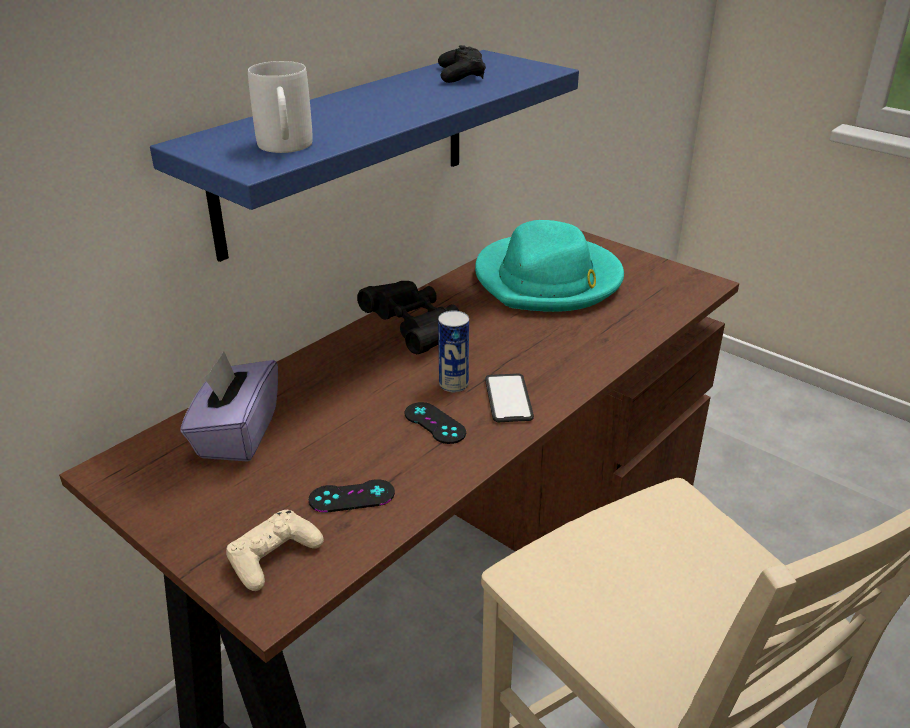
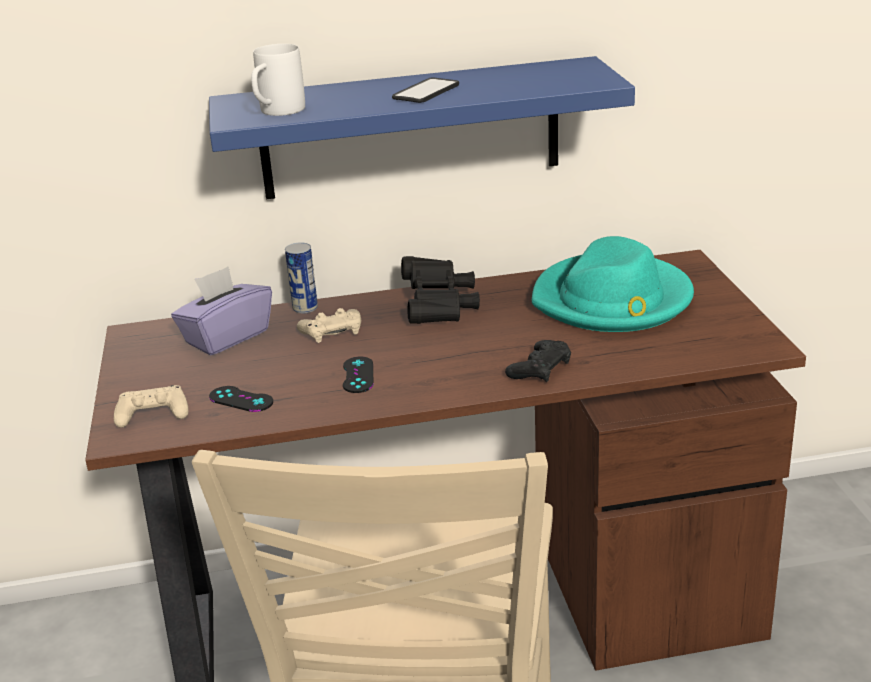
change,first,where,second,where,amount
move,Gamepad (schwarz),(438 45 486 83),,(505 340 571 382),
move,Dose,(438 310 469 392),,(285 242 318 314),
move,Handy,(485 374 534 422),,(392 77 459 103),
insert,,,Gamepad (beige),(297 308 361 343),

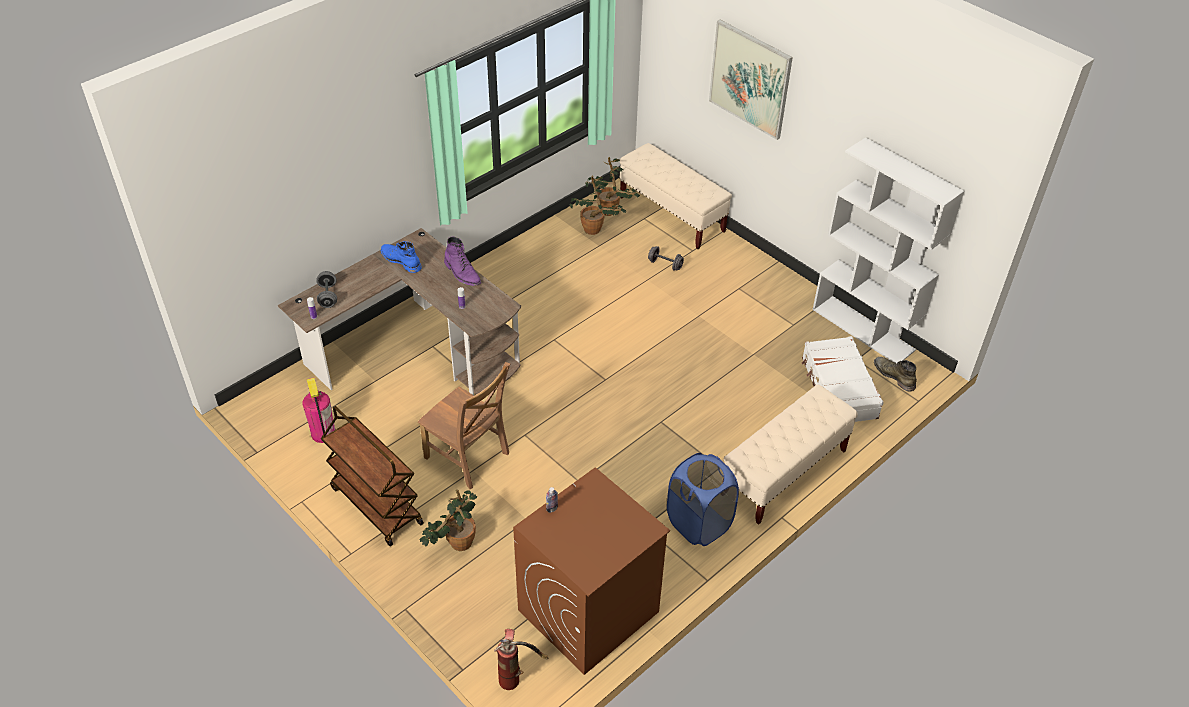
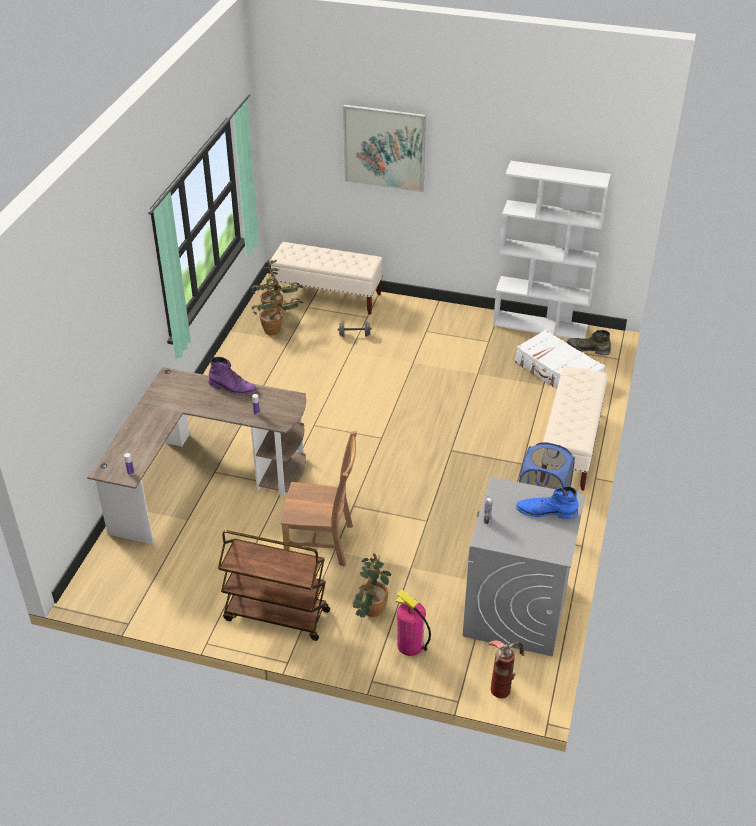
change,first,where,second,where,amount
move,Stiefel (blau),(381 241 422 273),,(516 486 578 519),
delete,Hantel (grau),(316 271 337 308),,,
move,Feuerlöscher,(302 378 336 443),,(395 590 431 656),
recolor,Waschmaschine (braun),(513 467 670 675),Waschmaschine (grau),(463 477 585 657),

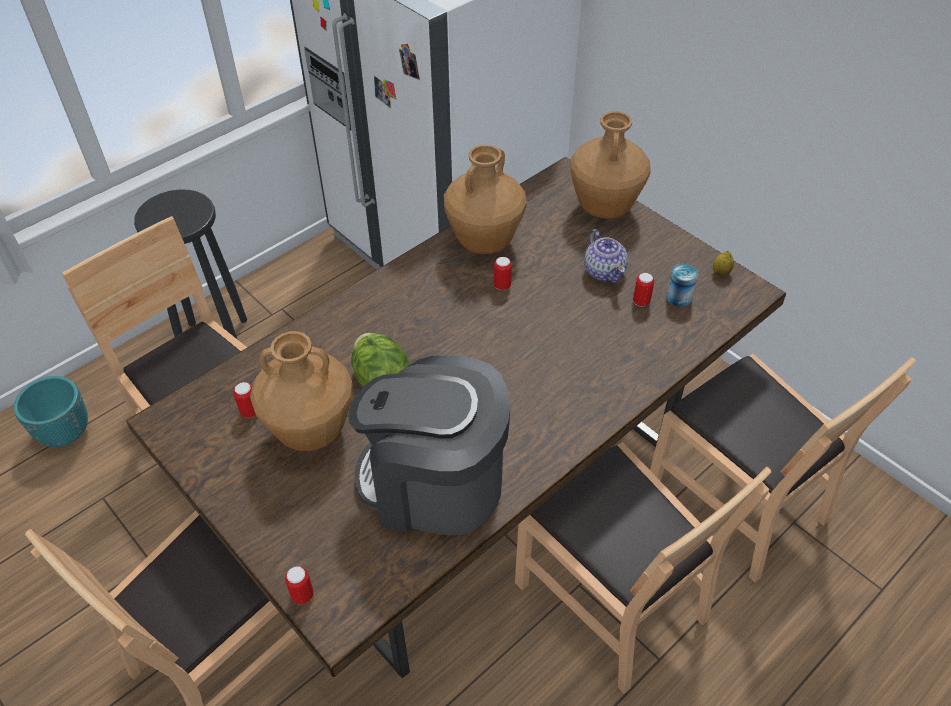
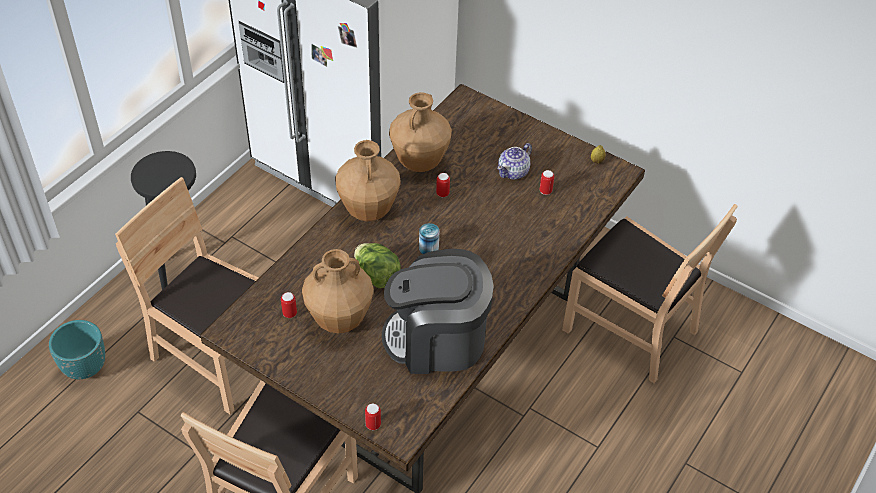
change,first,where,second,where,amount
move,Vase (braun),(571 111 651 219),,(335 140 401 221),
rotate,Teekanne,(584 229 628 283),,(497 143 532 180),75 degrees clockwise
move,Dose,(666 264 698 307),,(419 223 439 254),
delete,Stuhl (braun),(515 442 771 694),,,

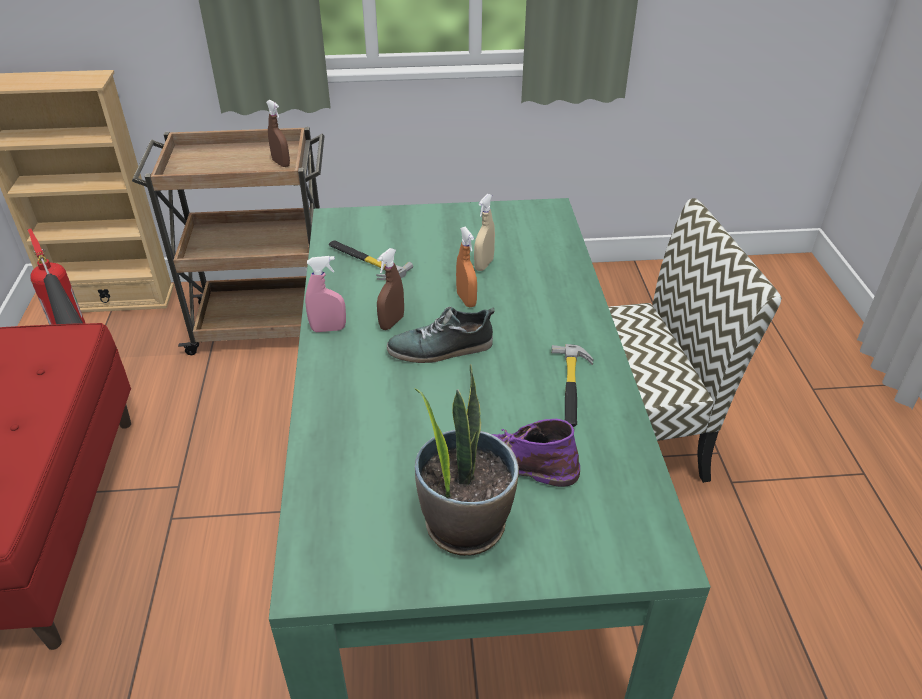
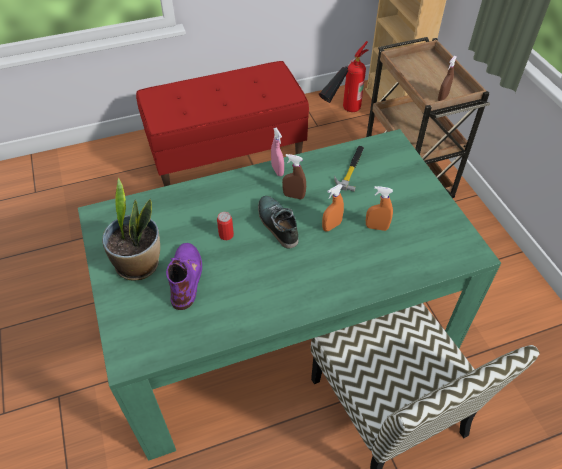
change,first,where,second,where,amount
recolor,Sprühflasche (beige),(474 194 495 271),Sprühflasche (orange),(366 186 393 231),
delete,Hammer,(551 344 594 427),,,
insert,,,Dose,(217 212 234 240),

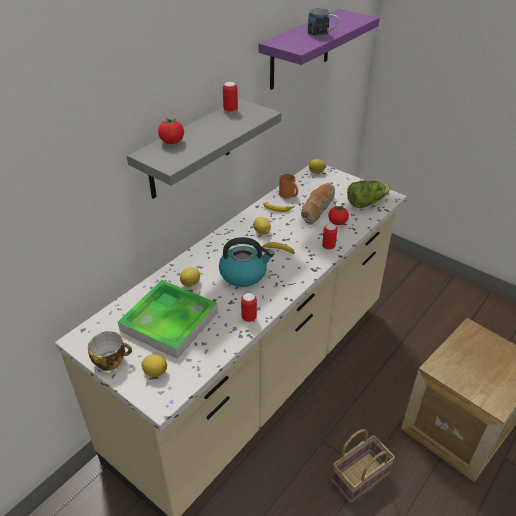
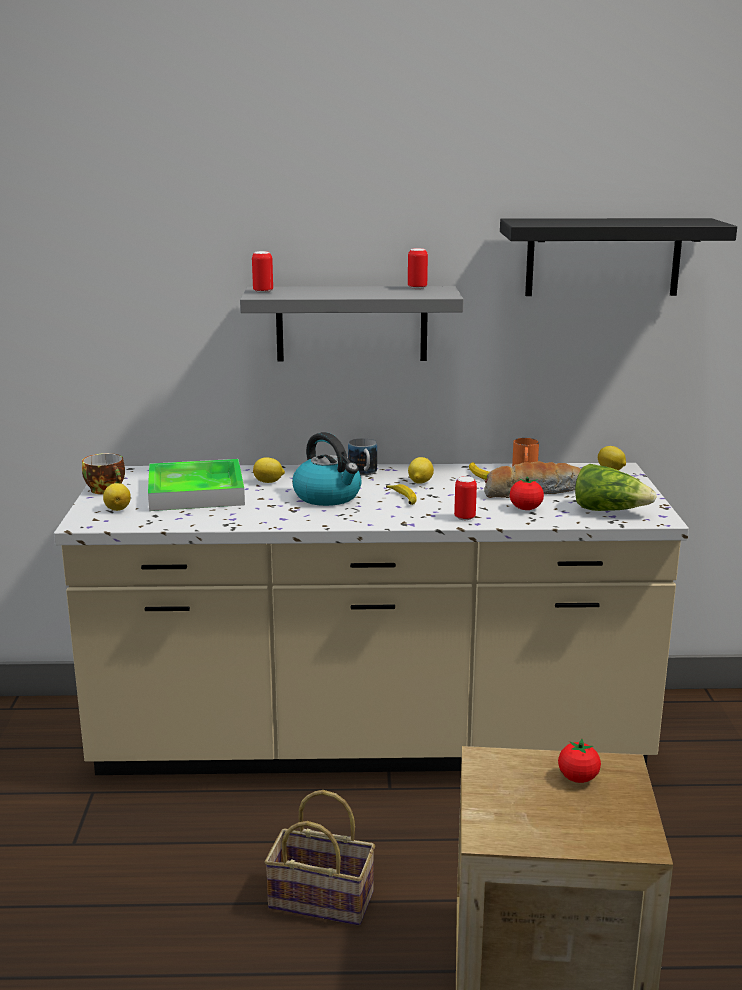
change,first,where,second,where,amount
move,Henkelbecher,(308 8 338 37),,(348 438 377 475),
recolor,Wandregal (lila),(258 9 380 90),Wandregal (schwarz),(500 218 737 296),
move,Tomate,(158 118 184 144),,(558 739 601 783),
move,Dose,(241 293 257 322),,(252 251 273 293),

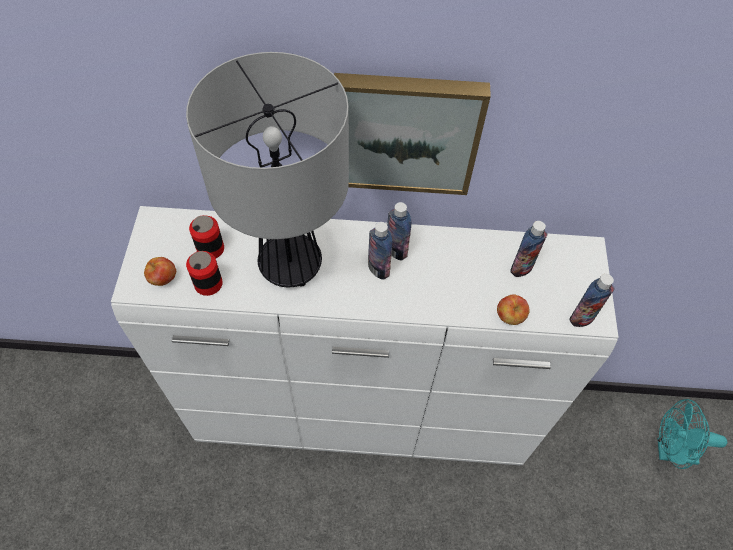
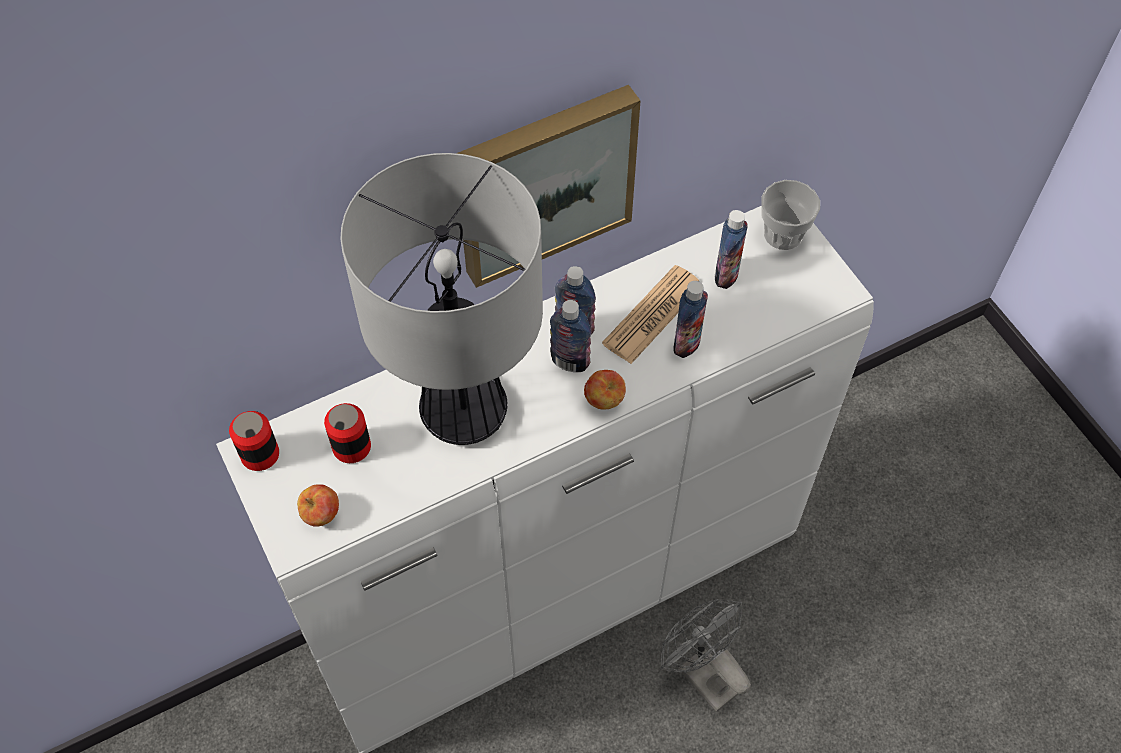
change,first,where,second,where,amount
move,Dose,(186 251 223 296),,(229 411 279 471),
move,Flasche,(569 274 614 327),,(674 281 708 358),
move,Apfel,(497 294 530 325),,(584 370 626 410),
delete,Ventilator (türkis),(657 399 727 469),,,
insert,,,Tasse,(761 180 820 250),
insert,,,Zeitung,(602 265 699 364),
insert,,,Ventilator (grau),(660 599 751 712),

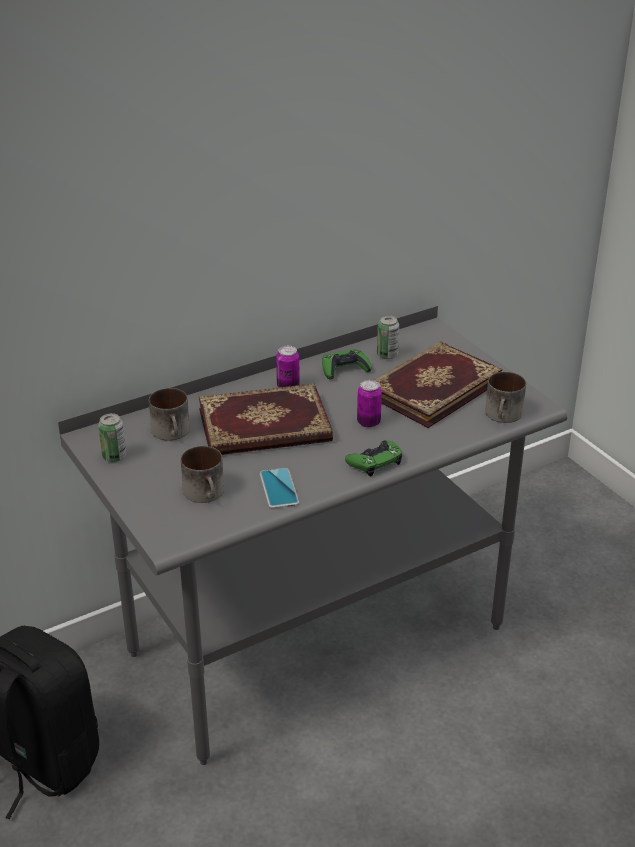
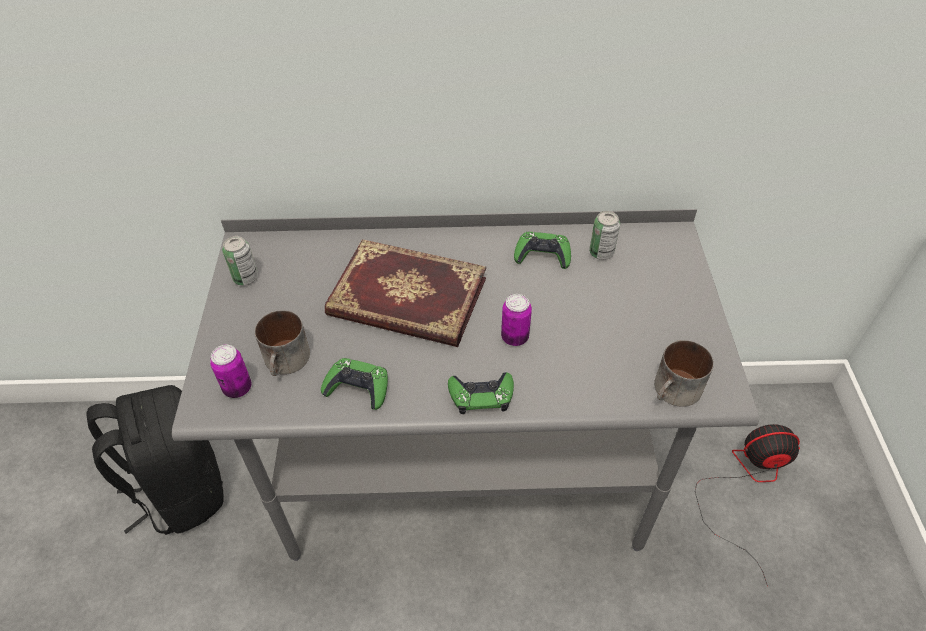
change,first,where,second,where,amount
delete,Buch,(374 342 502 428),,,
move,Dose,(276 346 300 388),,(210 345 252 398),
delete,Henkelbecher,(149 388 190 441),,,
replace,Handy,(260 468 299 508),Gamepad (grün),(321 358 388 410),
insert,,,Ventilator,(695 424 800 586),

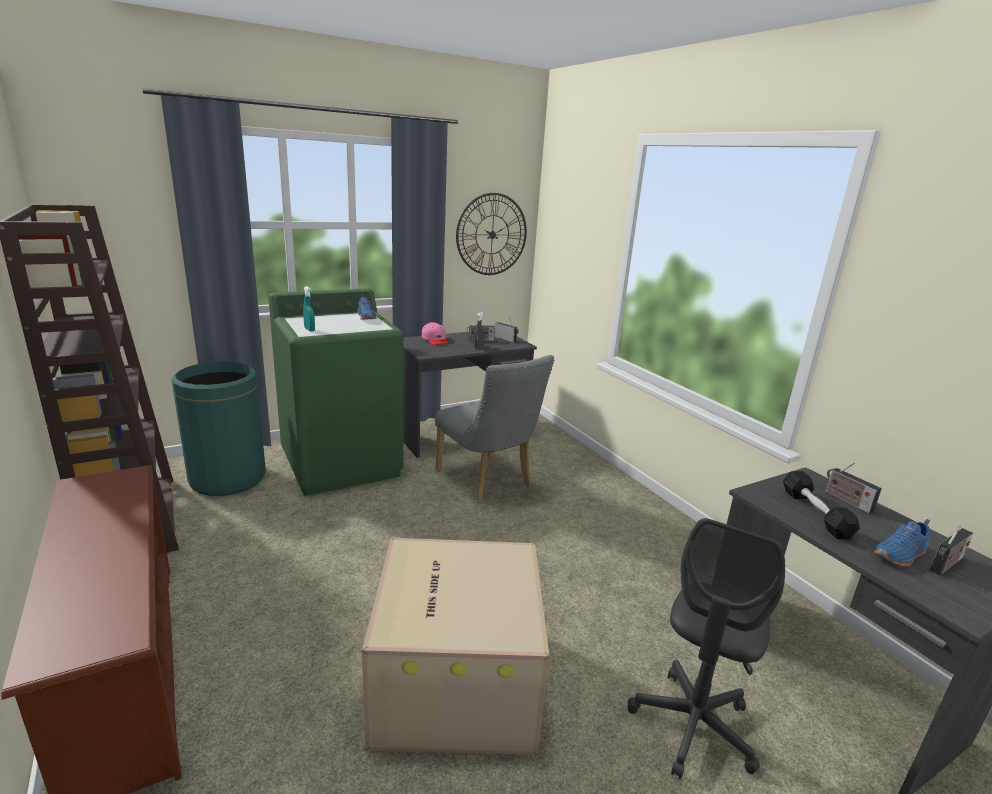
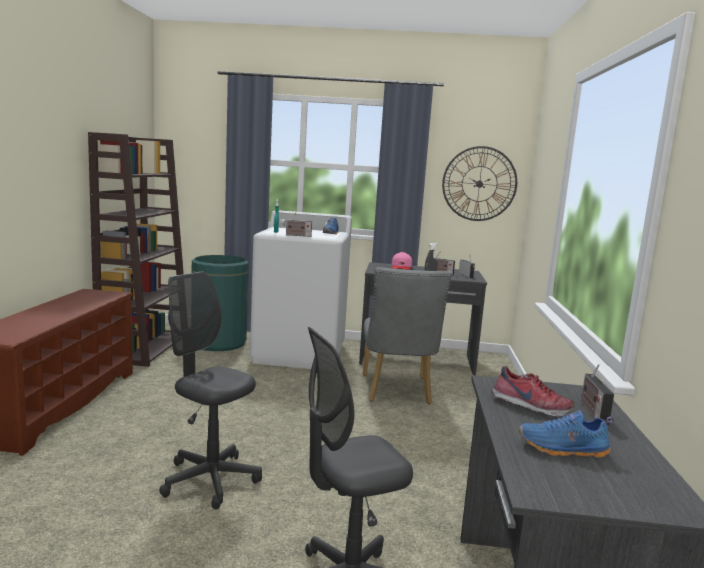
change,first,where,second,where,amount
recolor,Waschmaschine (grün),(268 288 403 496),Waschmaschine (weiß),(250 210 352 369),
replace,Hantel (schwarz),(783 471 860 539),Schuh,(492 366 575 417),
move,Radio,(930 525 973 575),,(284 213 312 237),
replace,Karton,(362 538 550 755),Bürostuhl (grau),(159 272 262 510),

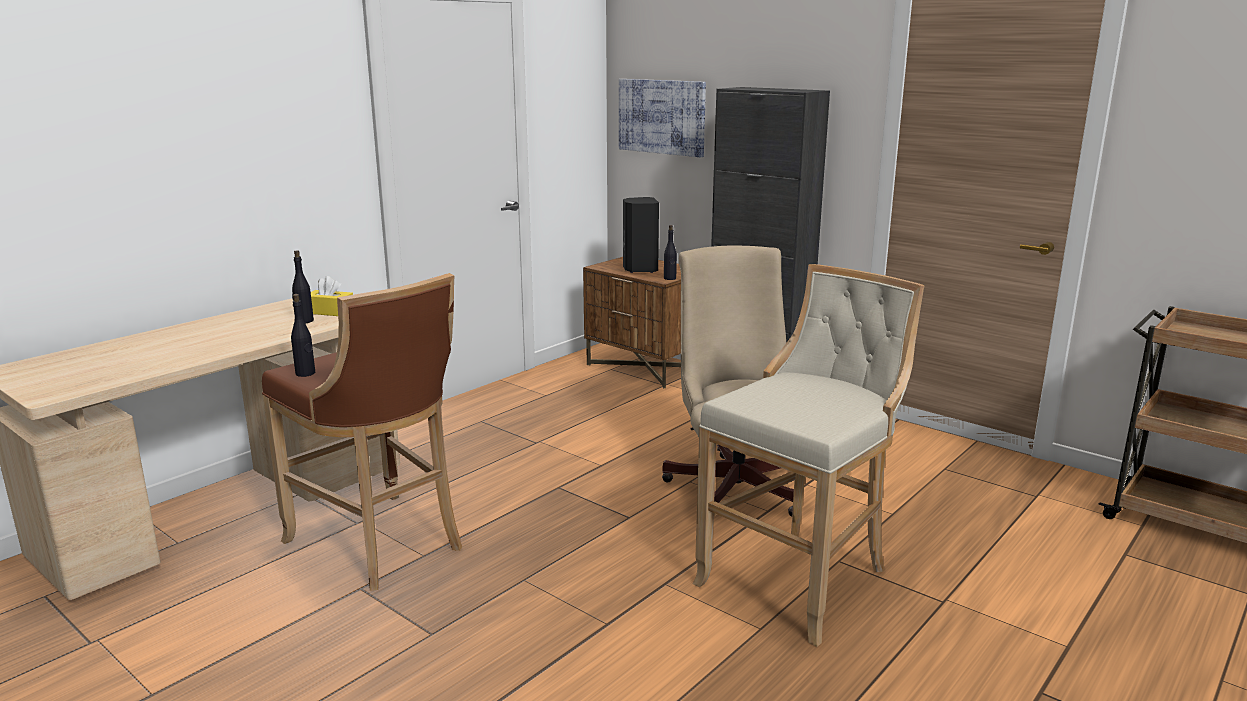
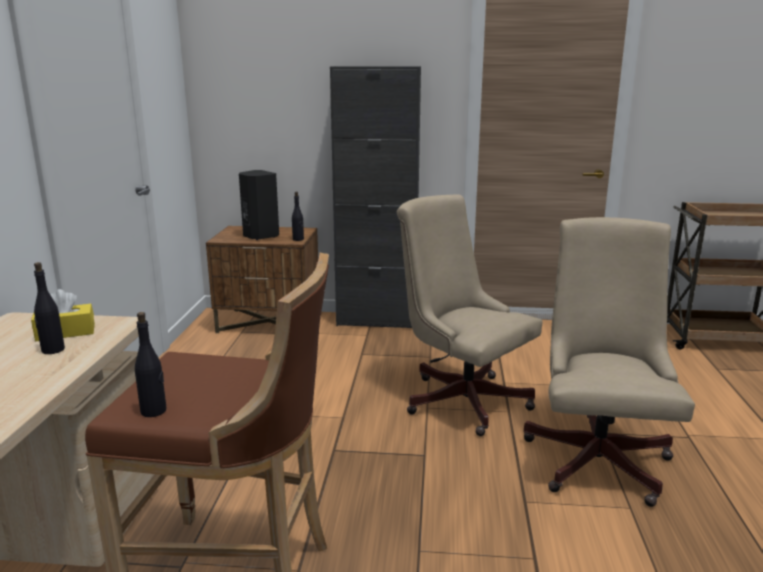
change,first,where,second,where,amount
delete,Bild,(619 79 706 157),,,
replace,Hocker (beige),(693 264 925 647),Bürostuhl (beige),(524 217 695 507),

